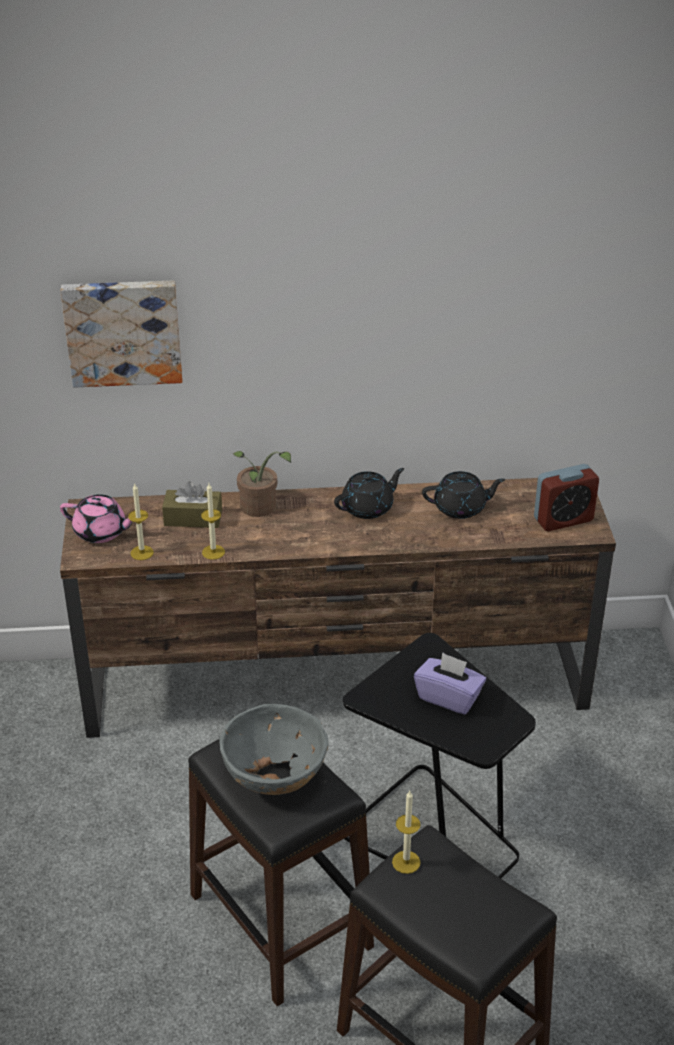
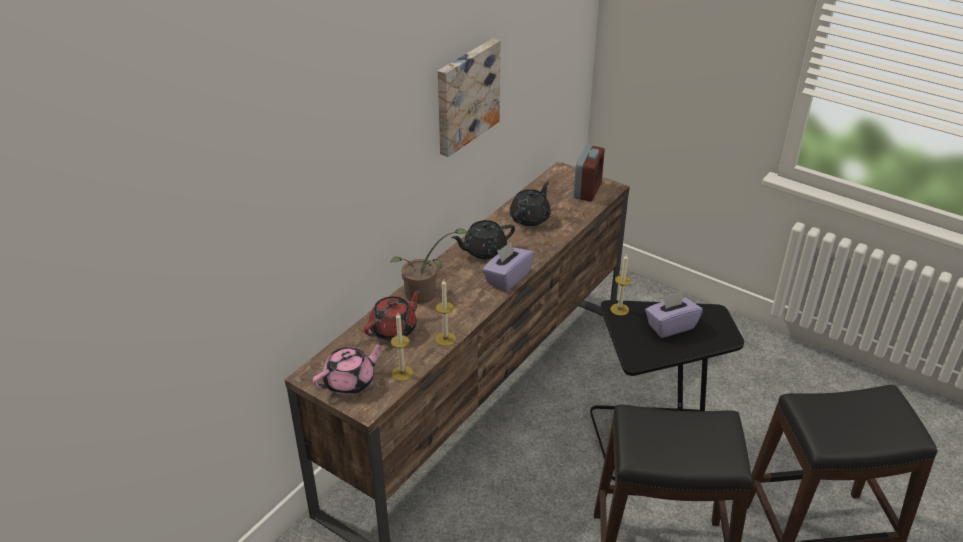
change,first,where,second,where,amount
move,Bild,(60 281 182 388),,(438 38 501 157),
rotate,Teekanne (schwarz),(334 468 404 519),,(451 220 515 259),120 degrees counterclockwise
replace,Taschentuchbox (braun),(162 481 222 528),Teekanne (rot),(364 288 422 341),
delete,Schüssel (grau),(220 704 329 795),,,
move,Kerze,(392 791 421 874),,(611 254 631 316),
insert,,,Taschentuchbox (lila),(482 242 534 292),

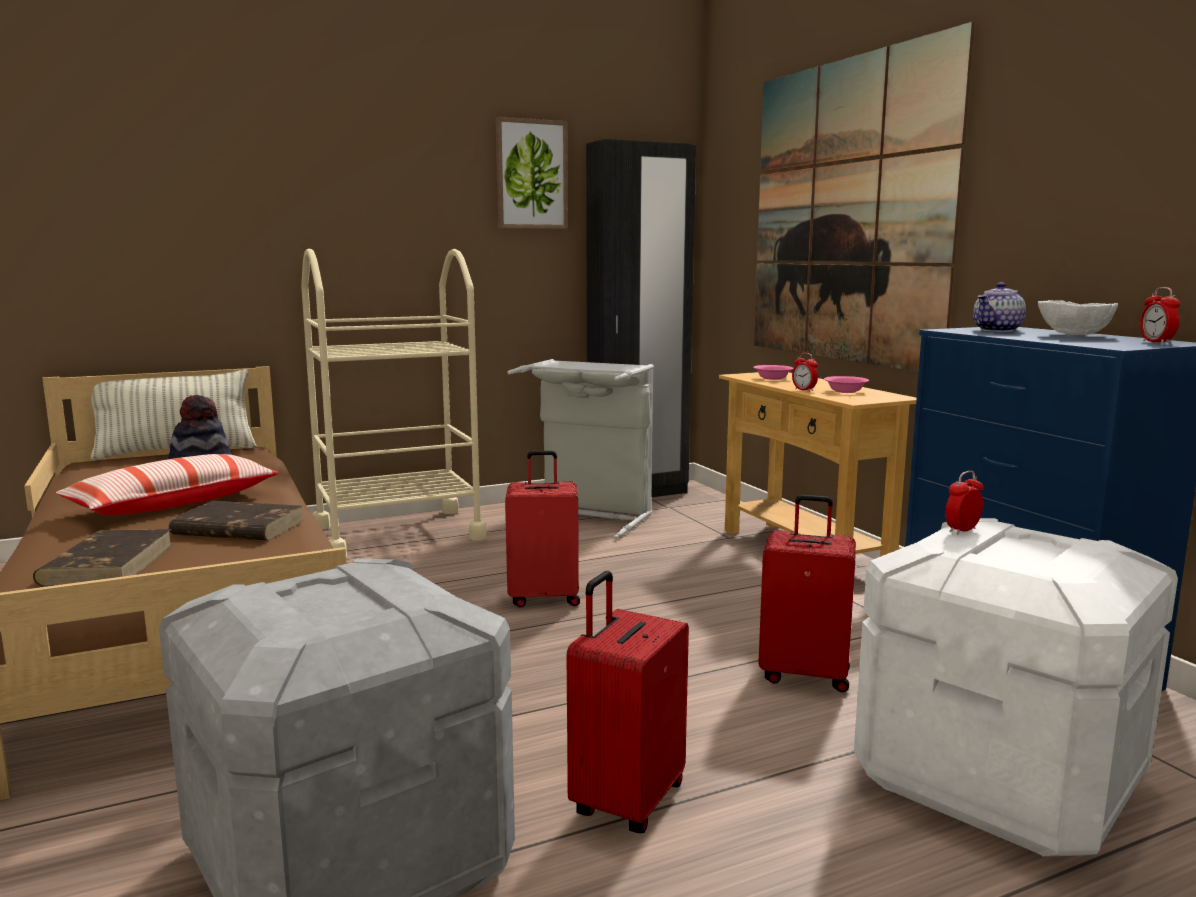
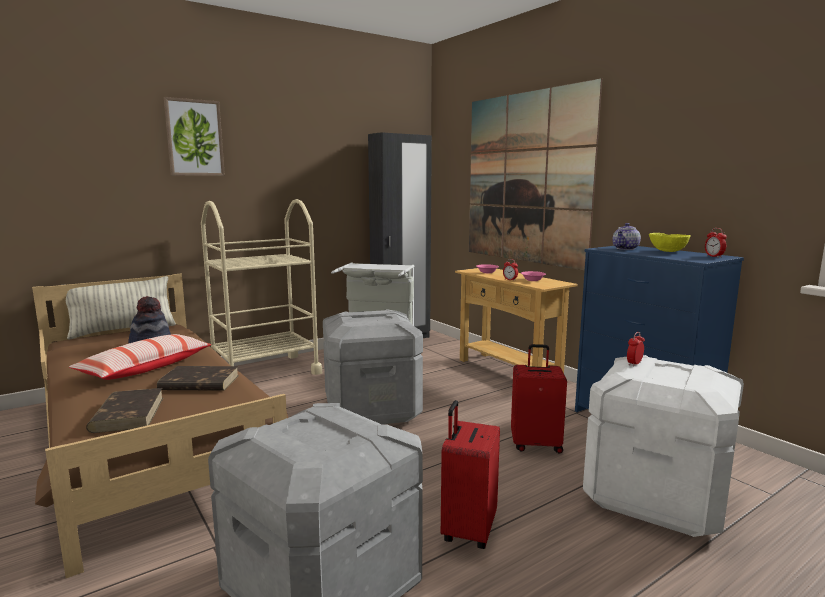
change,first,where,second,where,amount
move,Bild,(496 117 568 229),,(164 97 225 176),
recolor,Schüssel (weiß),(1038 300 1118 335),Schüssel (gelb),(649 233 691 252),
replace,Koffer (rot),(505 451 580 607),Aufbewahrungsbox (grau),(323 309 423 424),

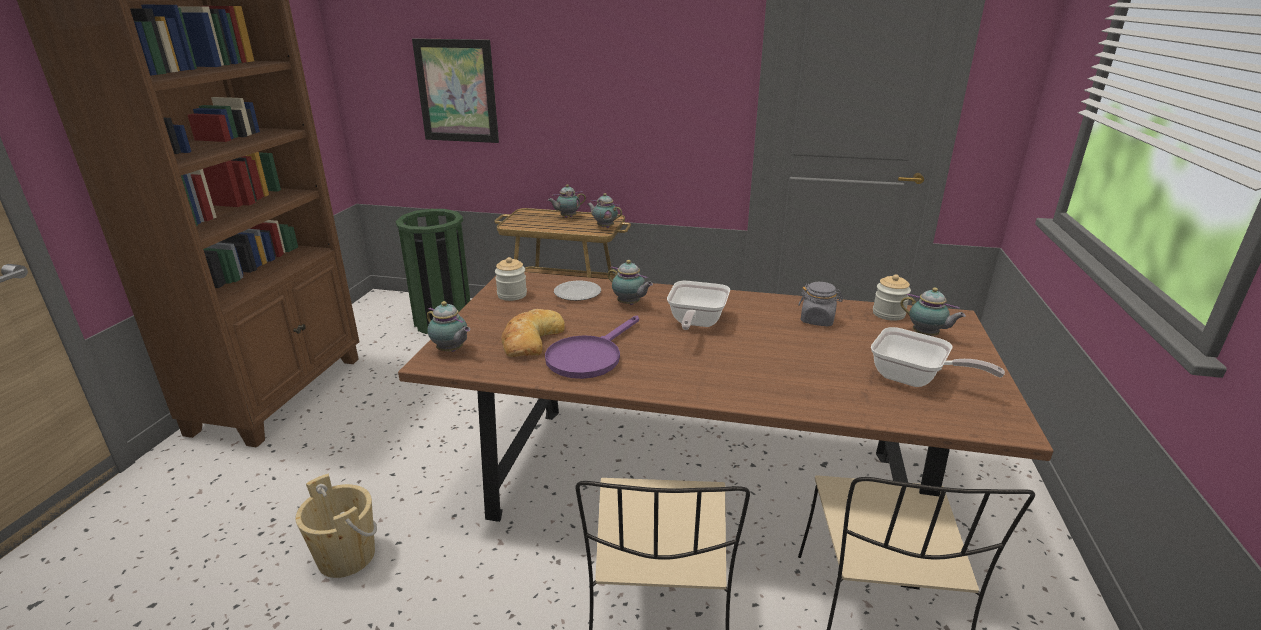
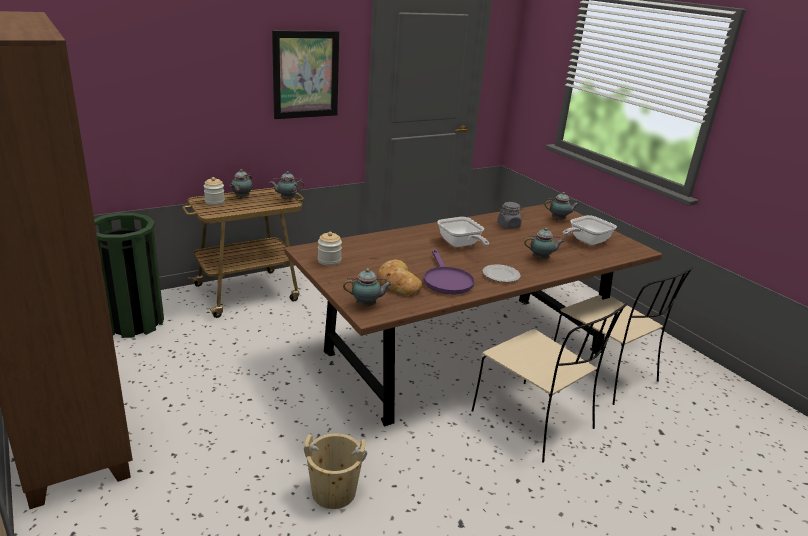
change,first,where,second,where,amount
move,Bild,(412 38 499 143),,(272 30 339 119),
move,Teekanne,(608 260 653 305),,(524 228 565 259),
move,Vorratsglas,(873 274 911 321),,(204 177 225 206),
move,Teller,(554 280 601 301),,(482 264 520 282),
rotate,Pfanne,(871 327 1005 387),,(563 215 617 245),150 degrees clockwise

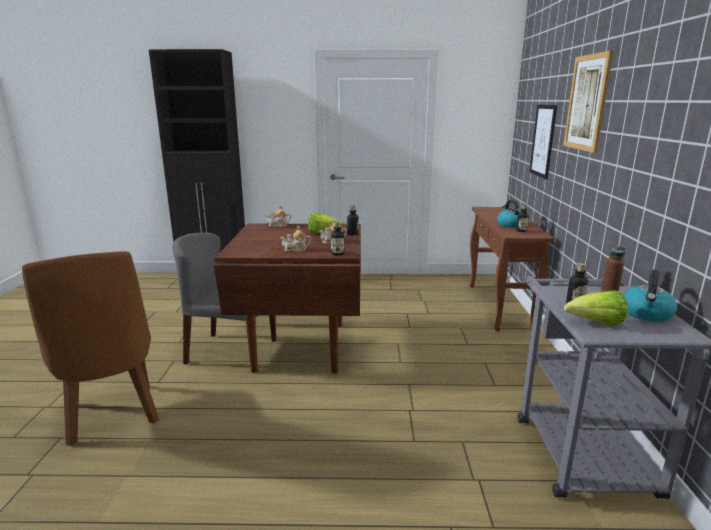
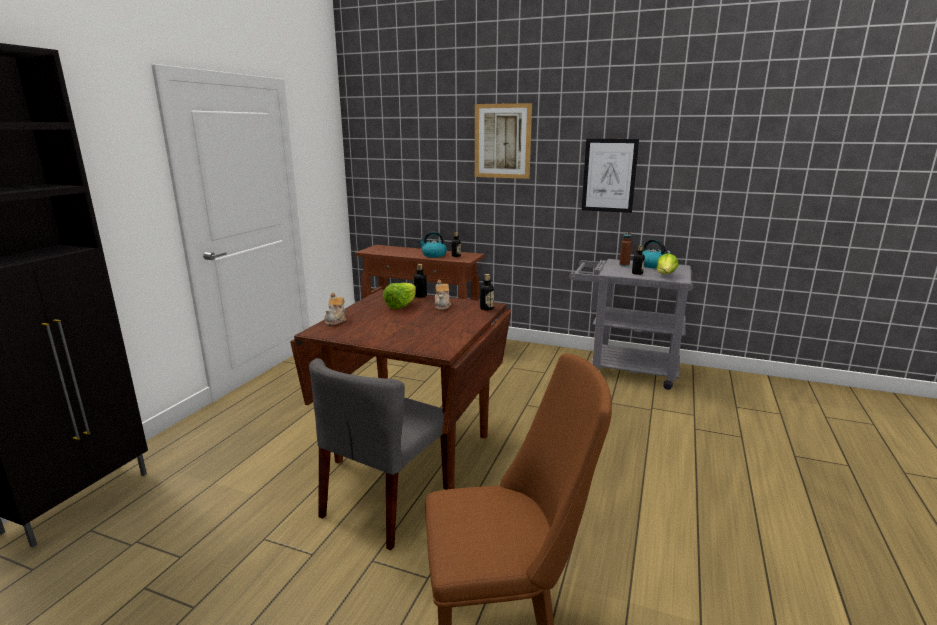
change,first,where,second,where,amount
move,Bild,(529 105 557 179),,(582 139 639 213),
delete,Teekanne,(280 226 311 252),,,

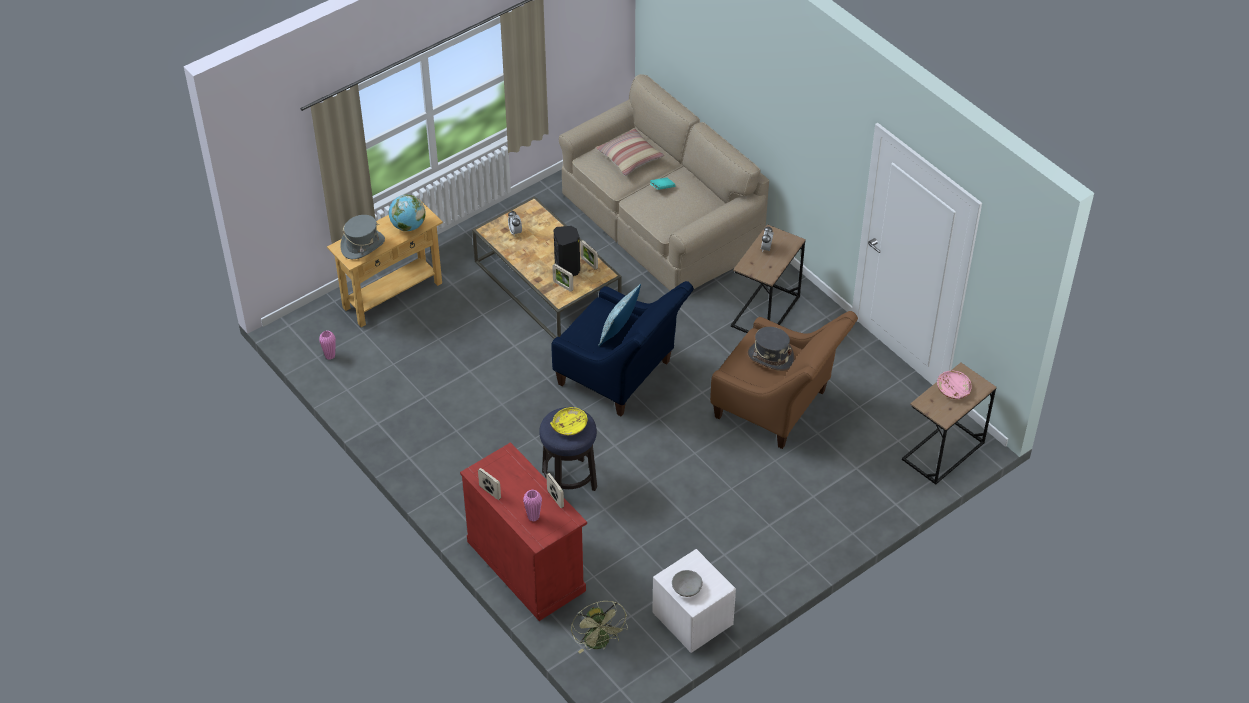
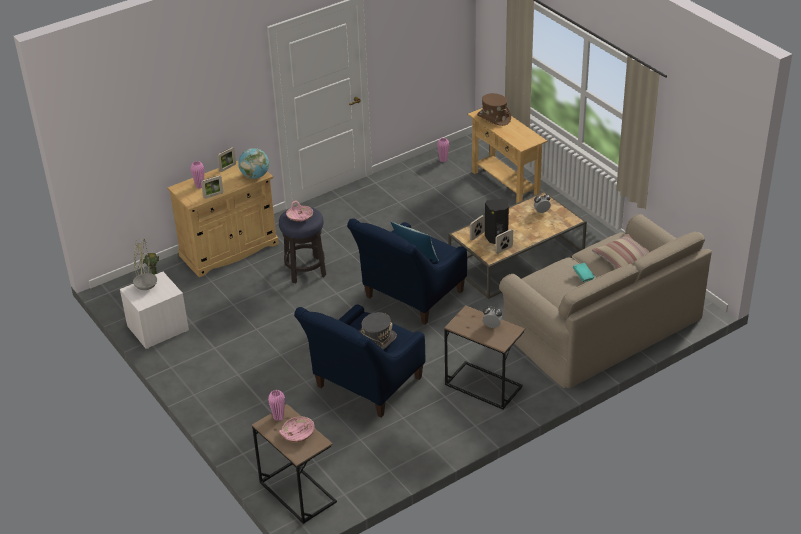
change,first,where,second,where,amount
move,Globus,(389 194 426 231),,(238 148 269 179),
recolor,Hut (grau),(341 215 385 259),Hut (braun),(477 93 511 126),
recolor,Sessel (braun),(710 311 858 449),Sessel (blau),(294 304 425 418),
recolor,Schüssel (gelb),(550 407 587 436),Schüssel (rosa),(286 201 313 222),
recolor,Schrank (rot),(460 442 587 621),Schrank (beige),(167 160 279 277),
insert,,,Vase (rosa),(268 390 285 421),

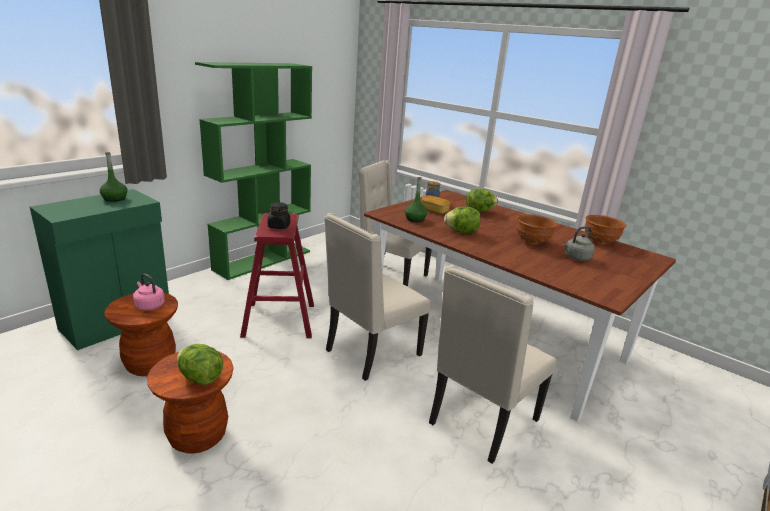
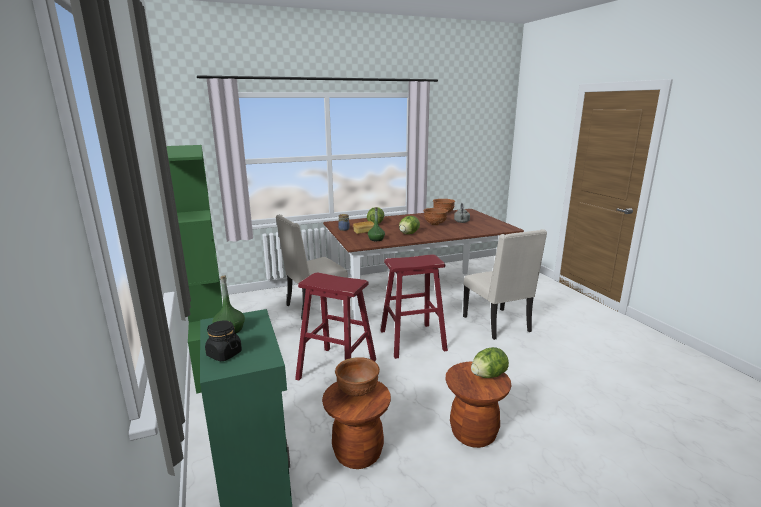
change,first,where,second,where,amount
move,Vorratsglas (schwarz),(268 202 290 229),,(205 320 242 361),
replace,Stuhl (beige),(324 213 431 381),Hocker (rot),(380 254 448 359),
replace,Wasserkessel (rosa),(133 274 165 311),Schüssel (braun),(335 357 380 397),

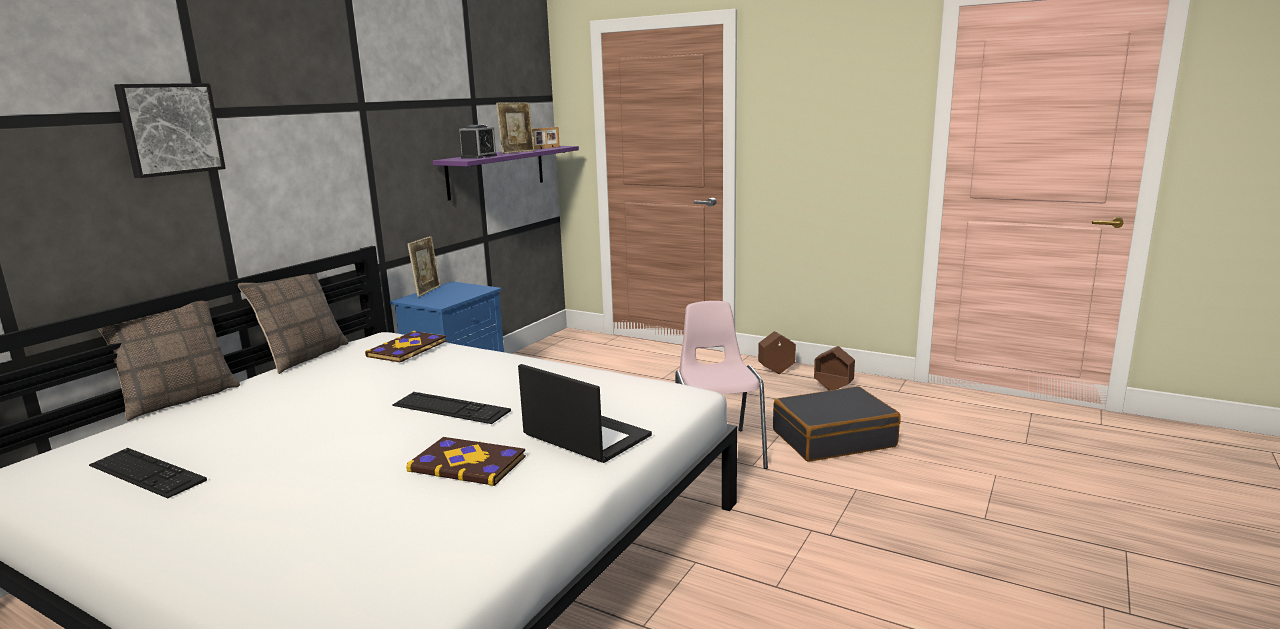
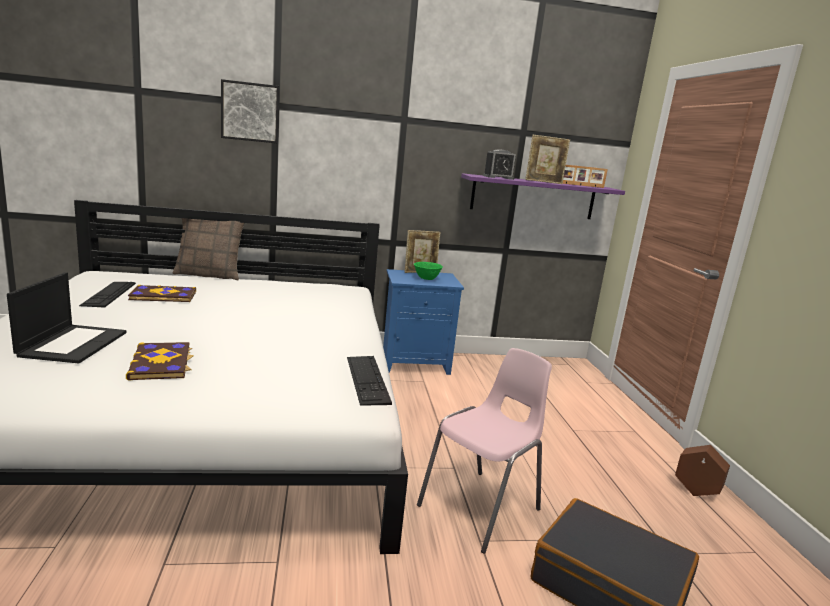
change,first,where,second,where,amount
delete,Kissen,(238 273 349 374),,,
move,Buch,(365 331 447 362),,(128 285 196 302),
delete,Pflanzkübel (braun),(814 346 855 391),,,
move,Laptop,(518 364 652 463),,(7 272 127 363),
move,Tastatur,(392 392 511 424),,(347 356 392 406),
insert,,,Schüssel (grün),(414 262 443 280),

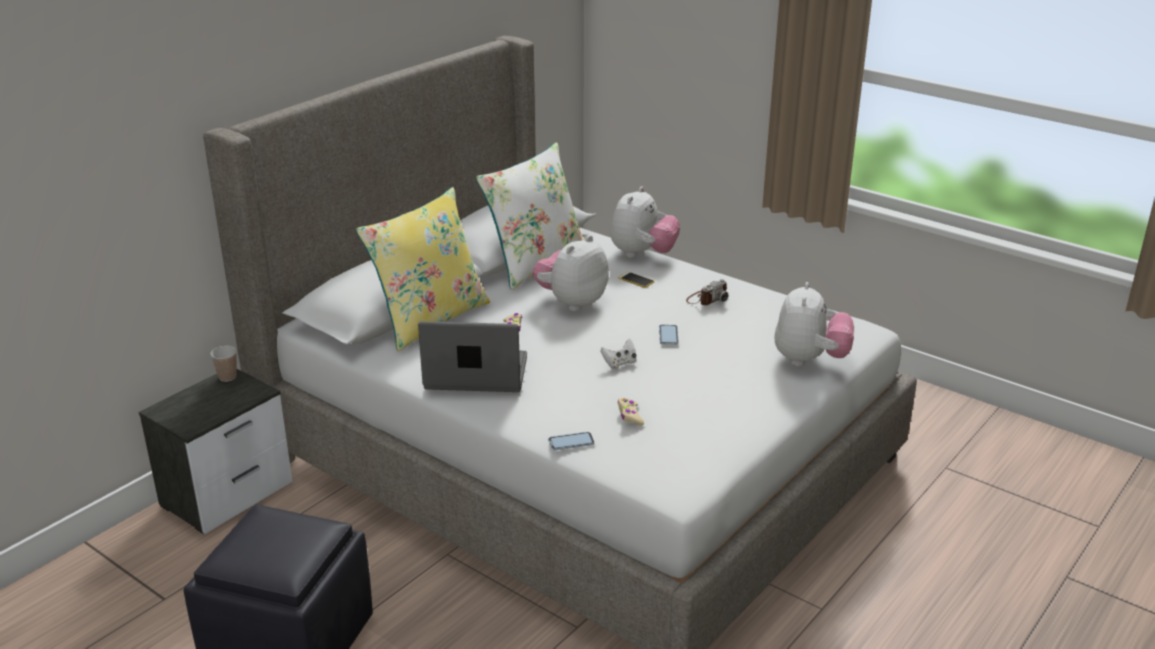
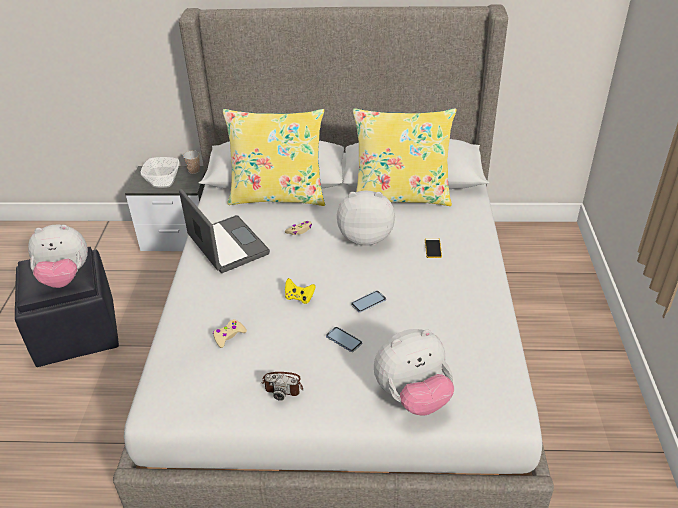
change,first,where,second,where,amount
recolor,Kissen (weiß),(476 142 584 290),Kissen (gelb),(353 108 457 206),
move,Plüschtier,(611 186 680 258),,(28 225 88 288),
move,Kamera,(686 279 728 305),,(262 372 304 401),
recolor,Gamepad (weiß),(600 339 636 369),Gamepad (gelb),(285 278 316 304),
move,Handy,(548 432 595 450),,(326 327 362 352),
insert,,,Schüssel,(141 157 179 188),

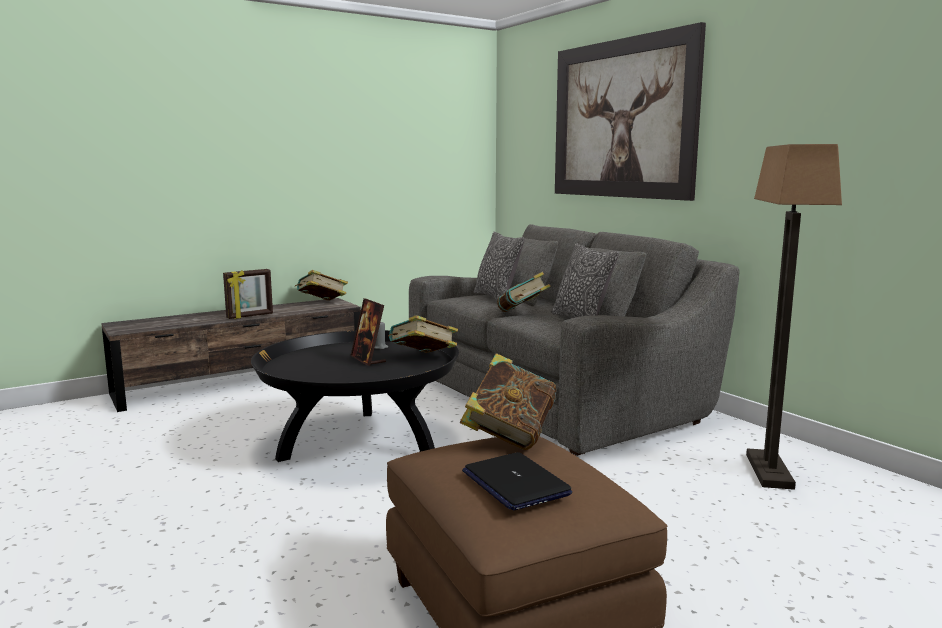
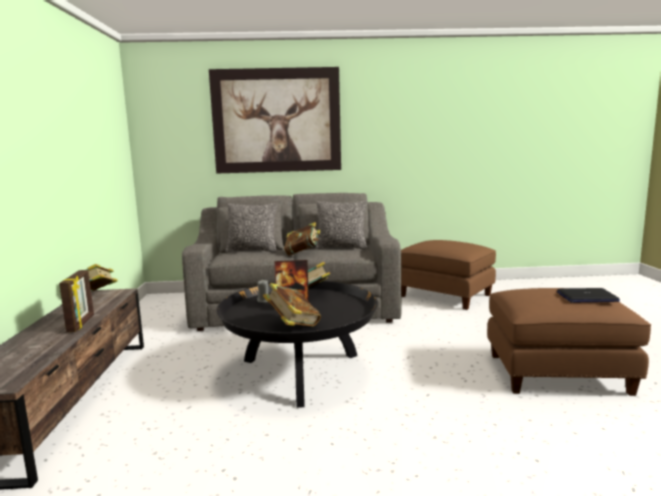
change,first,where,second,where,amount
replace,Stehlampe,(746 144 842 490),Polsterhocker (braun),(401 240 496 310),
move,Buch,(460 353 556 450),,(263 283 321 326),

